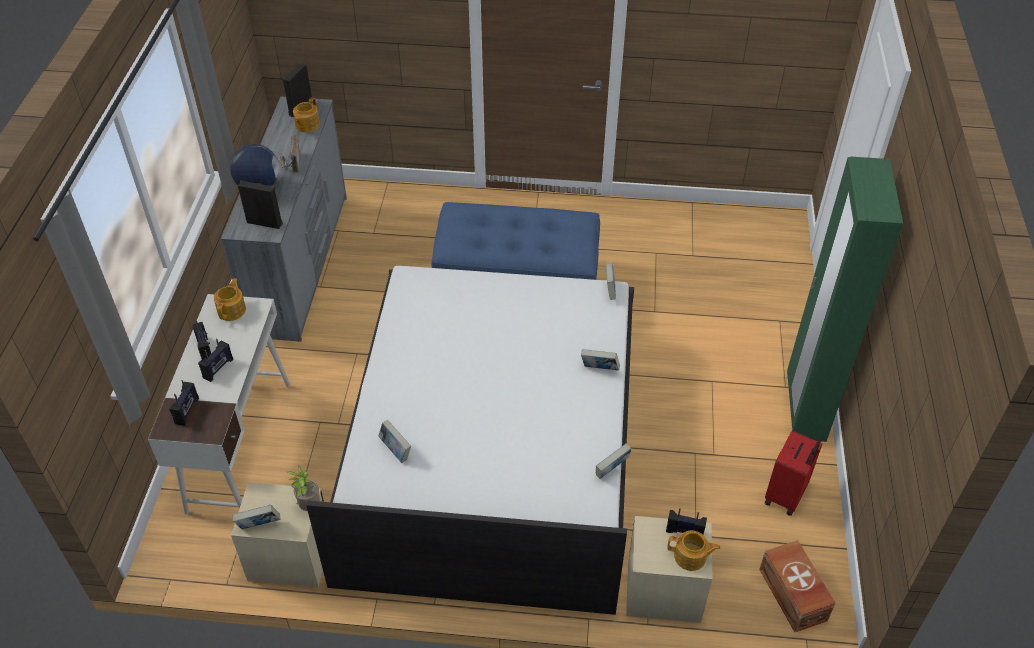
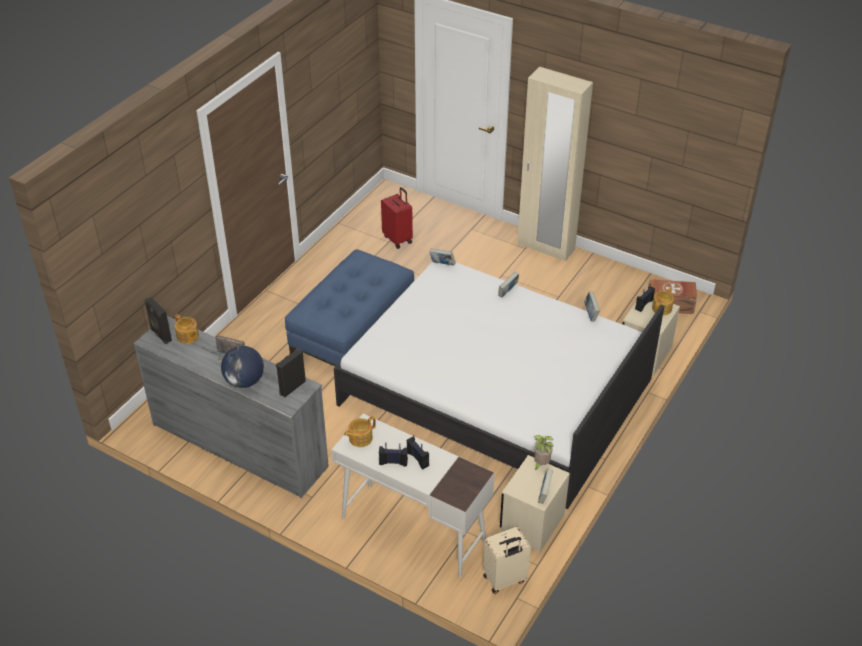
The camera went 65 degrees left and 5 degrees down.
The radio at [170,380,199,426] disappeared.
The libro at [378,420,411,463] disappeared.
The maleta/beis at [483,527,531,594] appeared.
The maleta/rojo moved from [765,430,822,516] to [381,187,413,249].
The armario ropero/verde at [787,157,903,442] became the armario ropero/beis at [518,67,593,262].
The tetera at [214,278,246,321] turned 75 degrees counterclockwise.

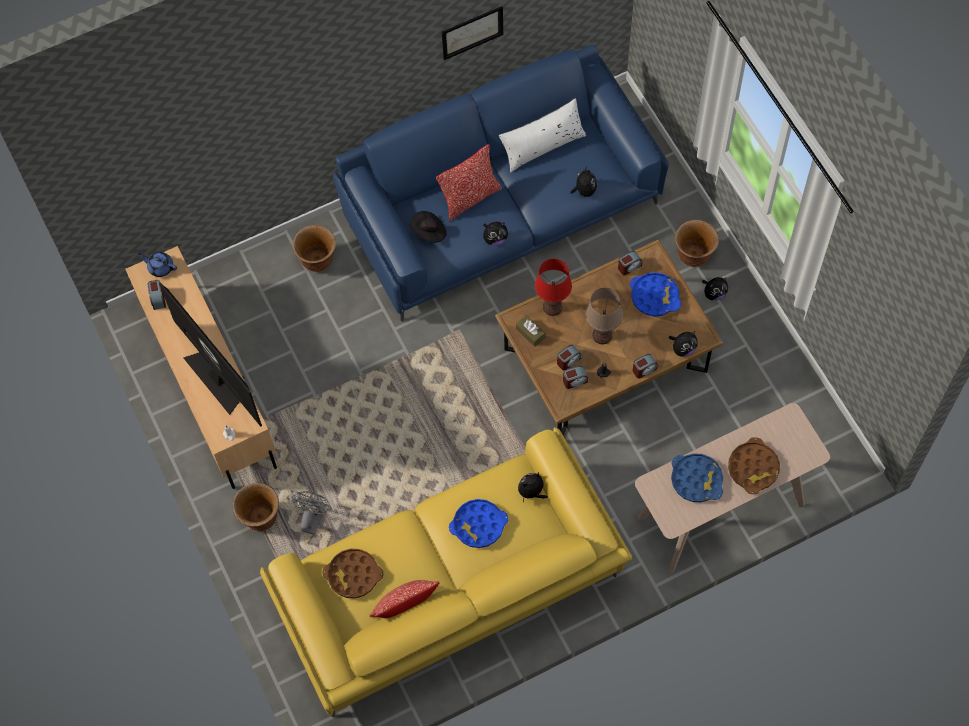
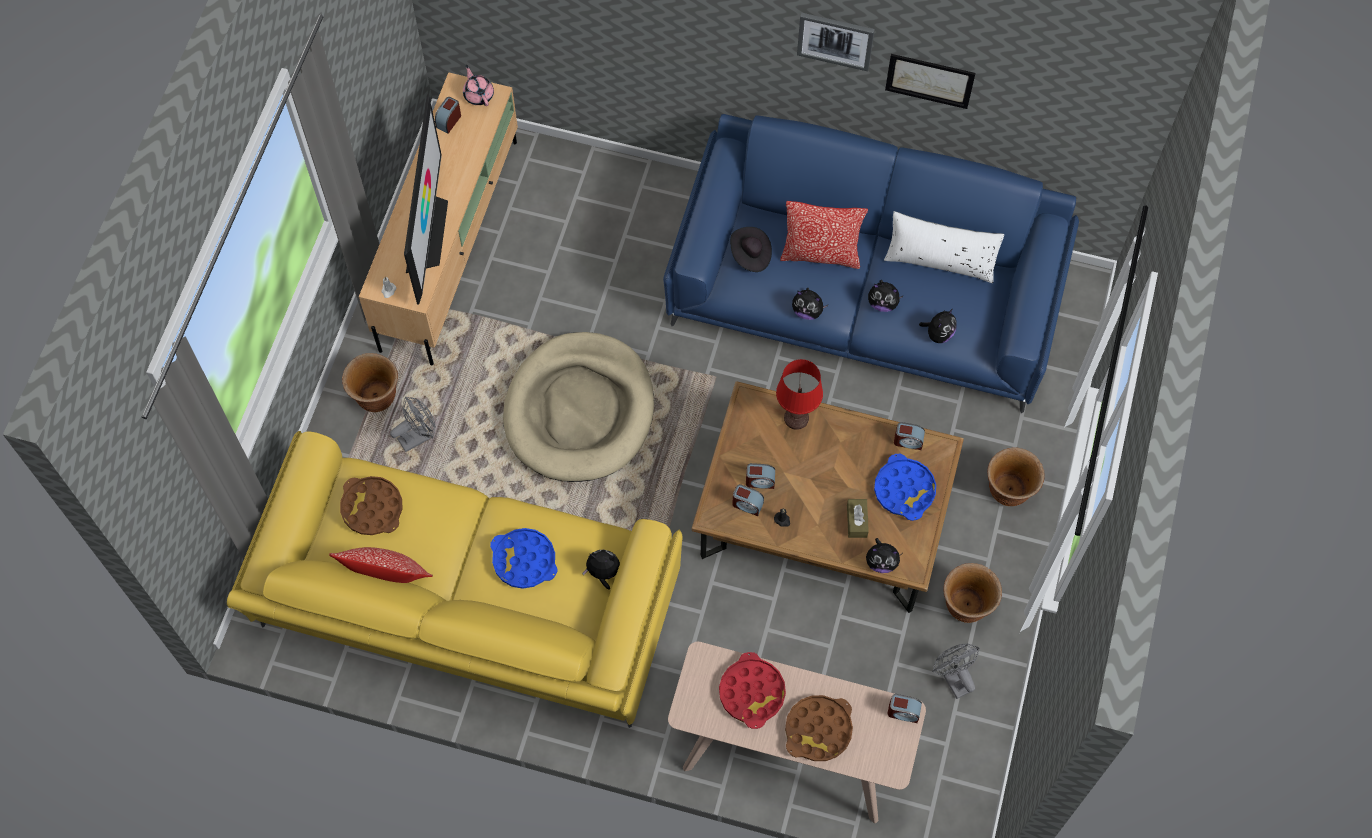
The camera went 40 degrees right and 0 degrees up.
The lámpara de mesa/marrón at [586,288,623,344] disappeared.
The cama para perro/beis at [503,332,654,482] appeared.
The cuadro at [797,13,875,71] appeared.
The ventilador/gris at [932,643,980,699] appeared.
The maceta/marrón moved from [293,225,336,272] to [943,563,1002,623].
The caja de pañuelos/marrón moved from [516,315,545,347] to [847,499,869,538].
The despertador moved from [633,354,658,378] to [888,694,922,723].
The peluche moved from [702,277,728,301] to [868,280,904,312].
The tetera/azul at [138,252,177,277] became the tetera/rosa at [463,65,494,106].
The bandeja/azul at [671,453,723,502] became the bandeja/rojo at [719,652,786,729].

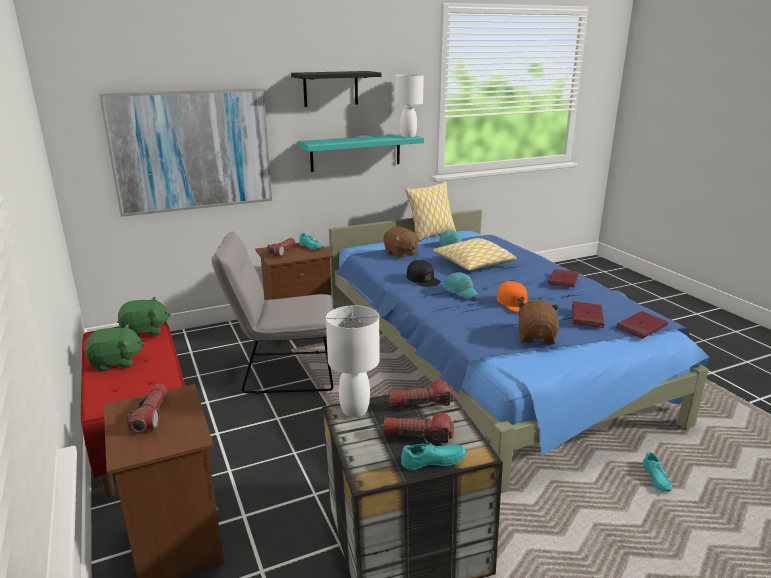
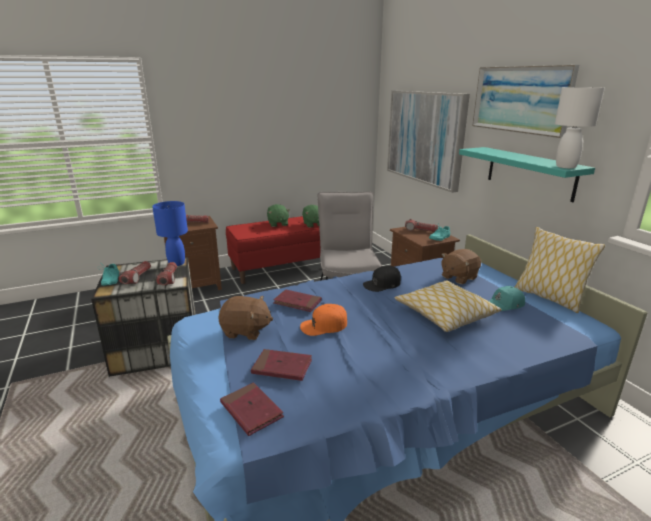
The camera went 90 degrees right and 0 degrees up.
The gorra/turquesa at [443,272,480,299] disappeared.
The zapato/turquesa at [643,452,672,492] disappeared.
The libro/rojo moved from [548,269,579,287] to [273,290,322,312].
The estante/negro at [291,71,382,107] was replaced by the cuadro at [472,65,579,138].
The lámpara de mesa/blanco at [326,306,379,417] became the lámpara de mesa/azul at [152,201,188,266].

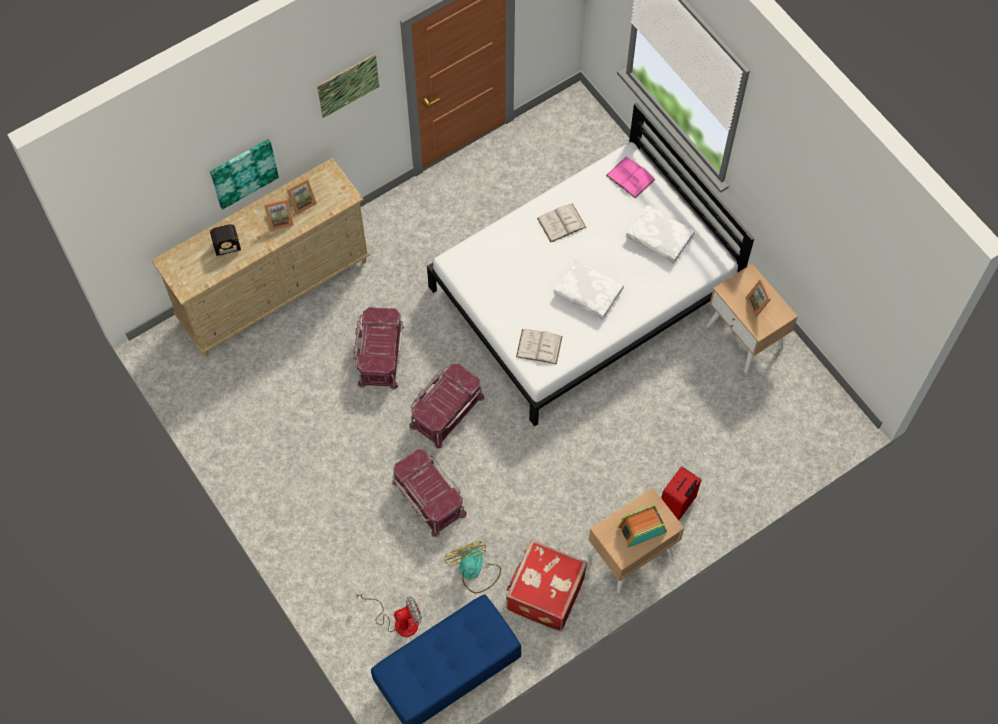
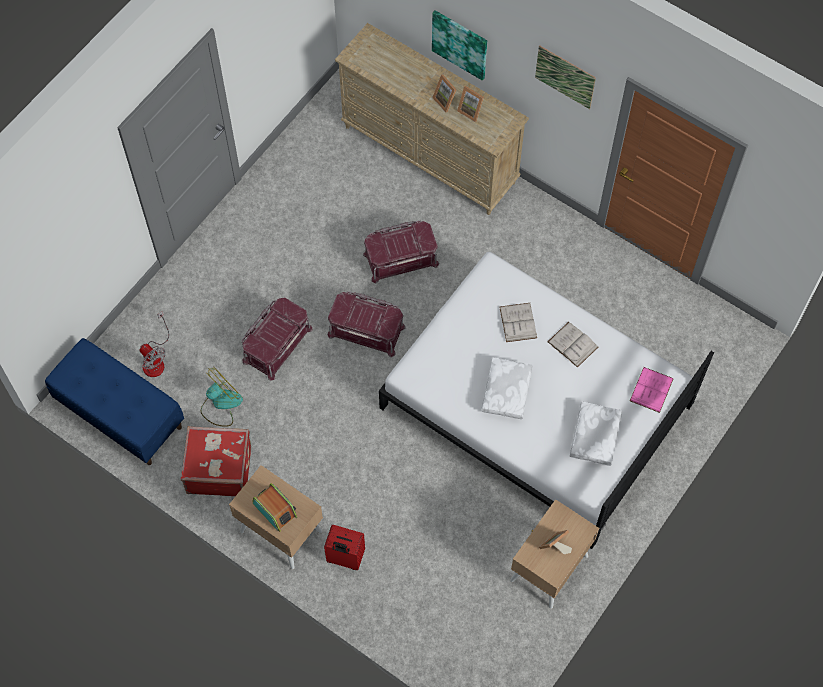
The camera went 70 degrees right and 0 degrees up.
The radio at [198,224,241,260] disappeared.
The libro/blanco moved from [516,329,562,365] to [500,303,537,342].

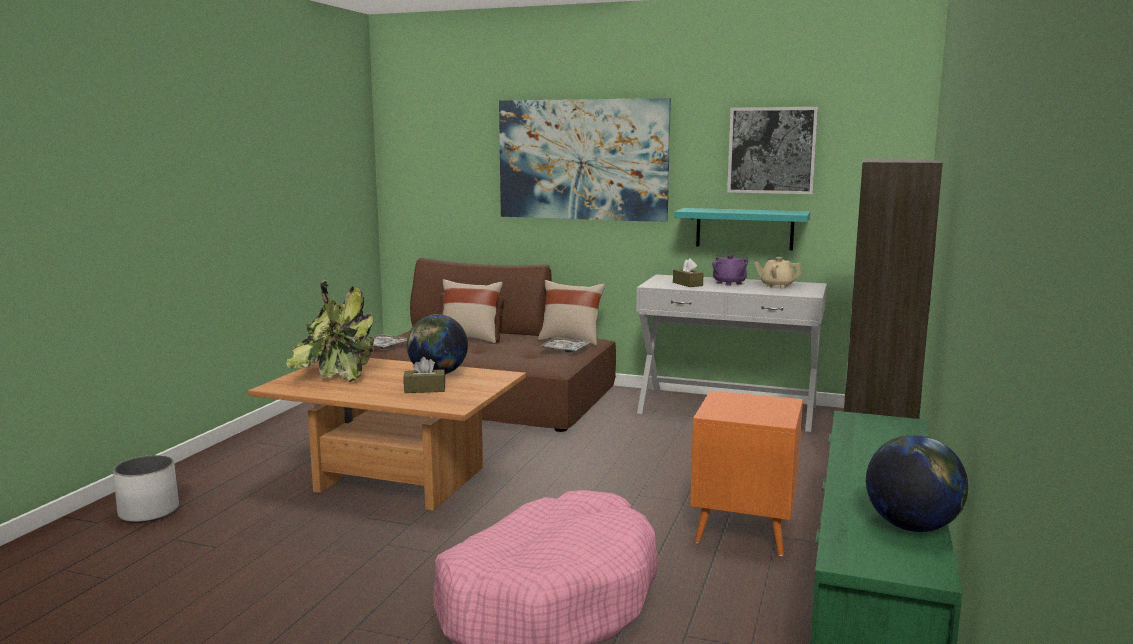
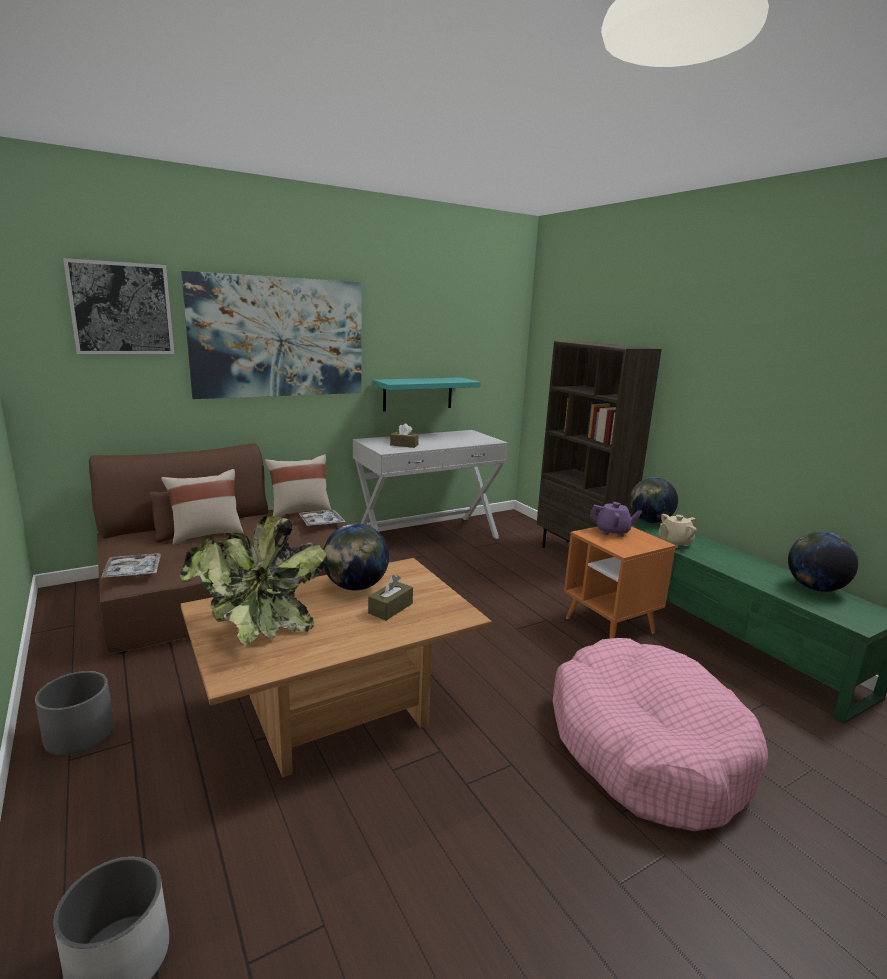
The camera went 50 degrees left and 5 degrees up.
The maceta/gris at [35,671,114,756] appeared.
The globo terráqueo at [630,477,678,523] appeared.
The tetera/morado moved from [712,254,748,286] to [590,502,642,537].
The cuadro moved from [727,107,818,194] to [63,258,174,354].
The tetera/beis moved from [754,257,802,289] to [658,514,697,548].

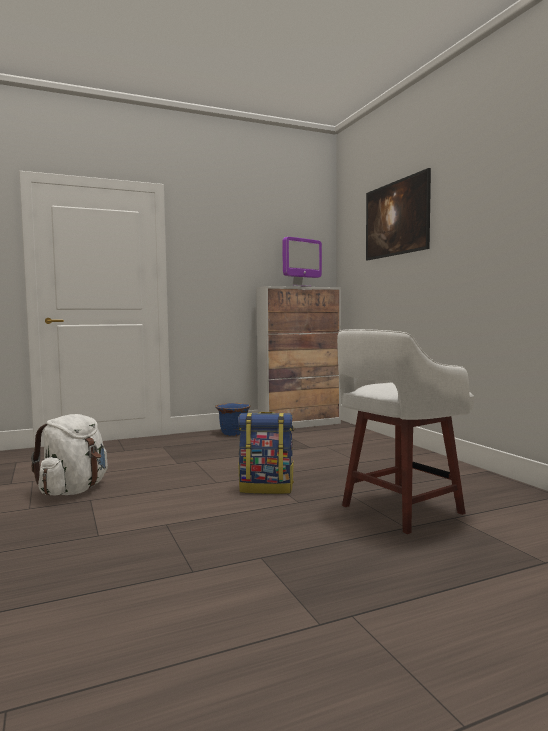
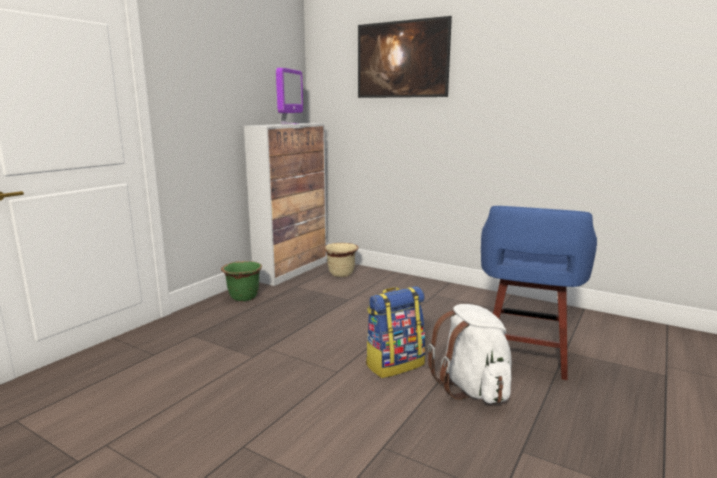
The camera went 35 degrees left and 10 degrees up.
The maceta/beis at [324,243,359,277] appeared.
The mochila/blanco moved from [31,414,108,495] to [428,304,512,404].
The maceta/azul at [215,403,250,436] became the maceta/verde at [221,261,262,301].
The taburete/blanco at [337,329,474,534] became the taburete/azul at [481,206,597,380].

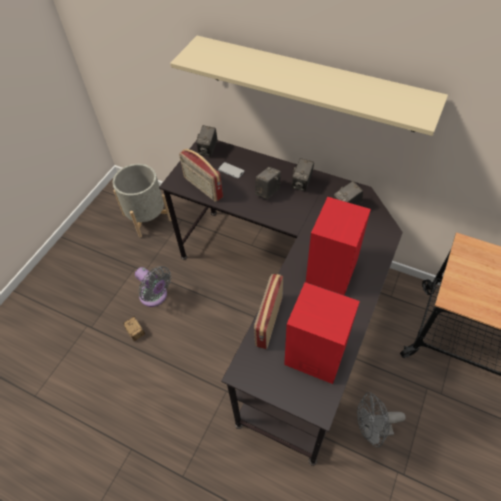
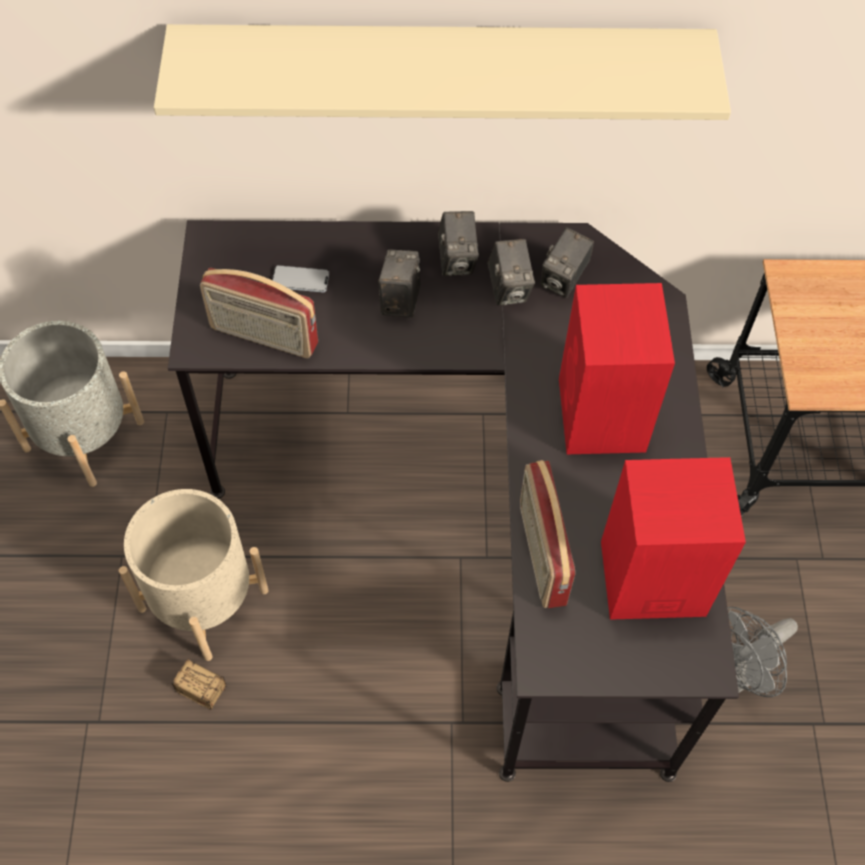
The camera went 30 degrees left and 5 degrees up.
The cámara moved from [196,125,217,157] to [487,239,535,306].
The ventilador/gris at [135,266,172,307] was replaced by the maceta/beis at [119,489,269,661].

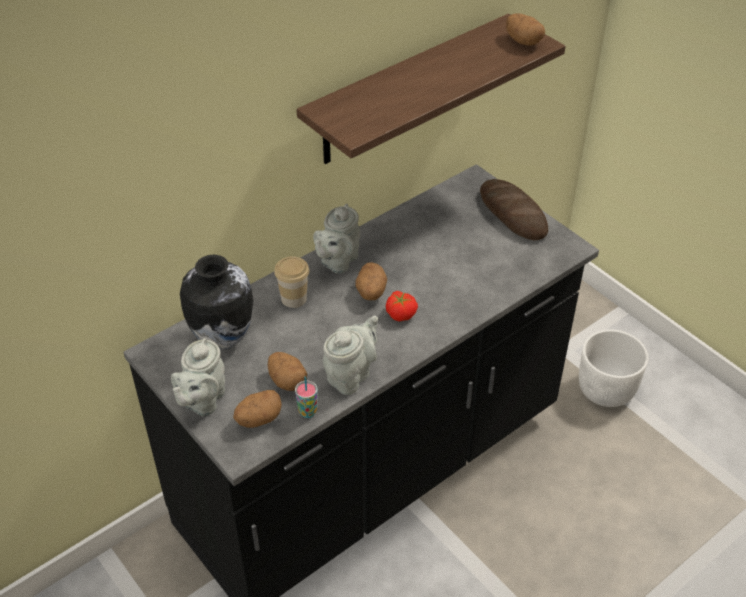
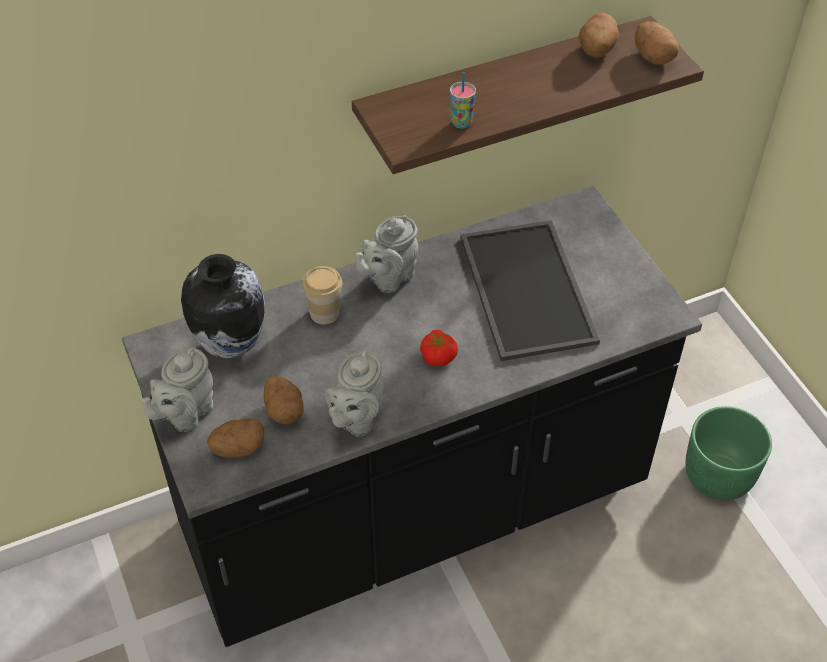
The camera went 15 degrees right and 5 degrees up.
The pan at [480,179,548,241] disappeared.
The bandeja at [460,220,600,361] appeared.
The taza moved from [295,376,318,418] to [450,72,476,129].
The patata moved from [355,262,387,300] to [579,13,619,57].
The maceta/blanco at [579,329,648,407] became the maceta/verde at [685,406,772,501].
The tetera/gris at [323,316,378,395] turned 150 degrees clockwise.

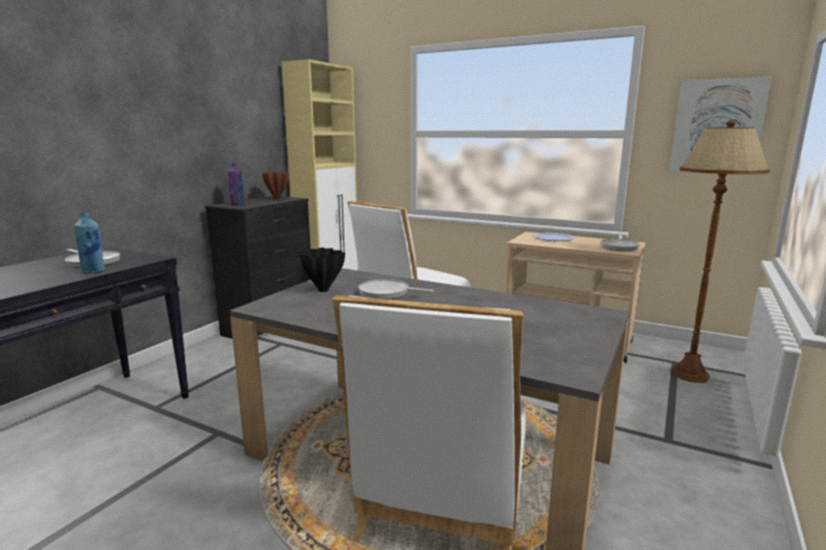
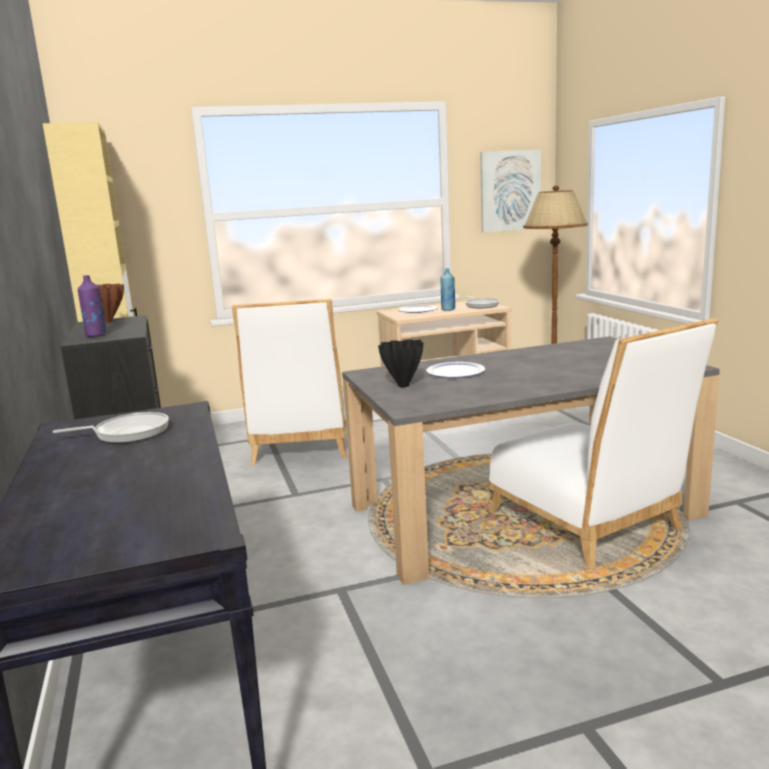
The camera went 45 degrees left and 0 degrees up.
The botella/azul moved from [74,212,105,273] to [440,268,455,311].
The sartén at [359,279,433,299] was replaced by the plato at [426,362,485,378].

